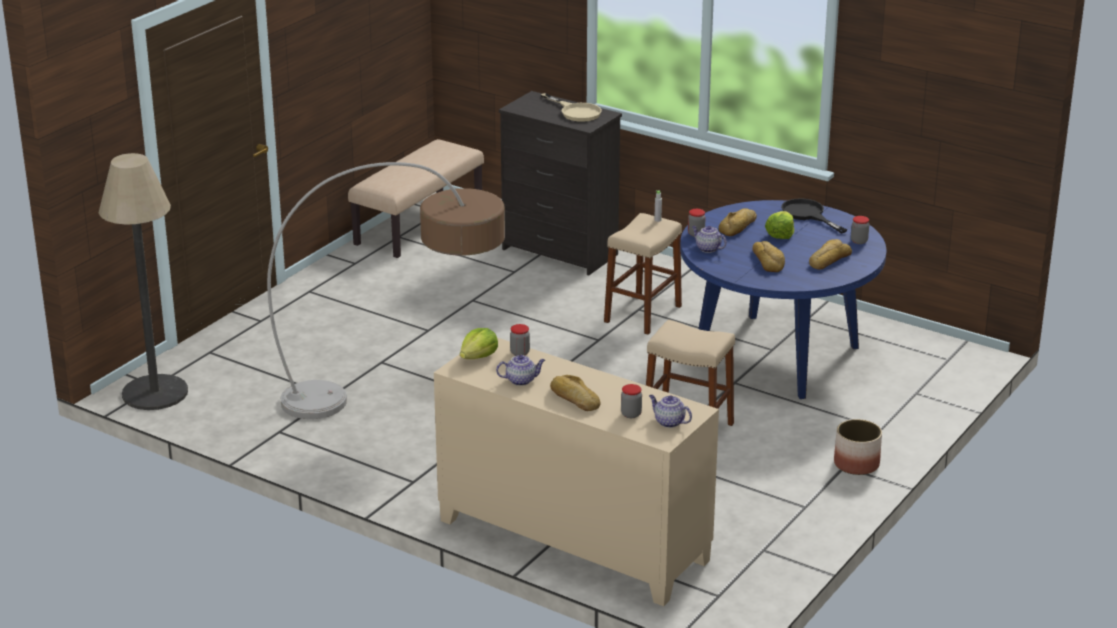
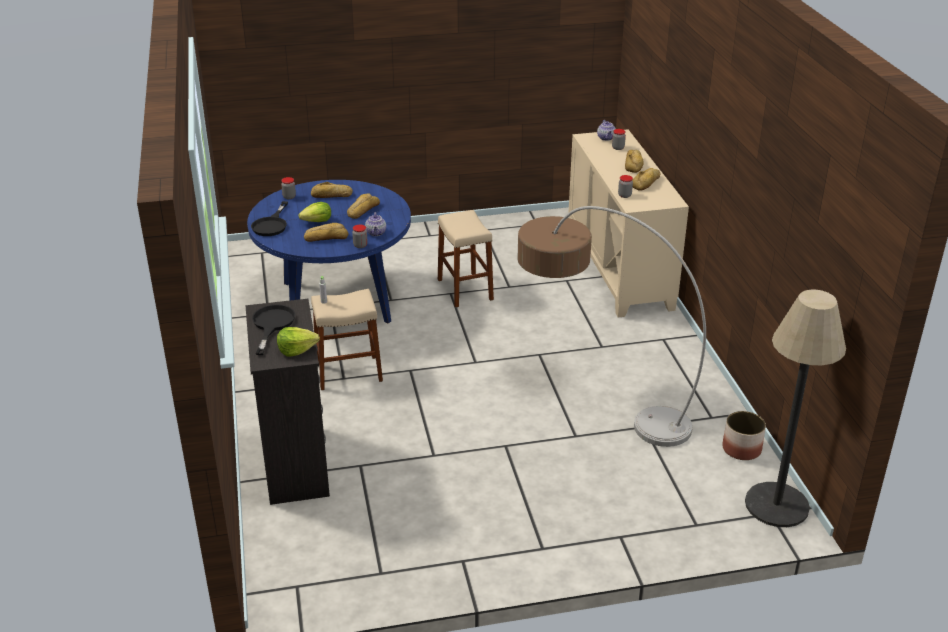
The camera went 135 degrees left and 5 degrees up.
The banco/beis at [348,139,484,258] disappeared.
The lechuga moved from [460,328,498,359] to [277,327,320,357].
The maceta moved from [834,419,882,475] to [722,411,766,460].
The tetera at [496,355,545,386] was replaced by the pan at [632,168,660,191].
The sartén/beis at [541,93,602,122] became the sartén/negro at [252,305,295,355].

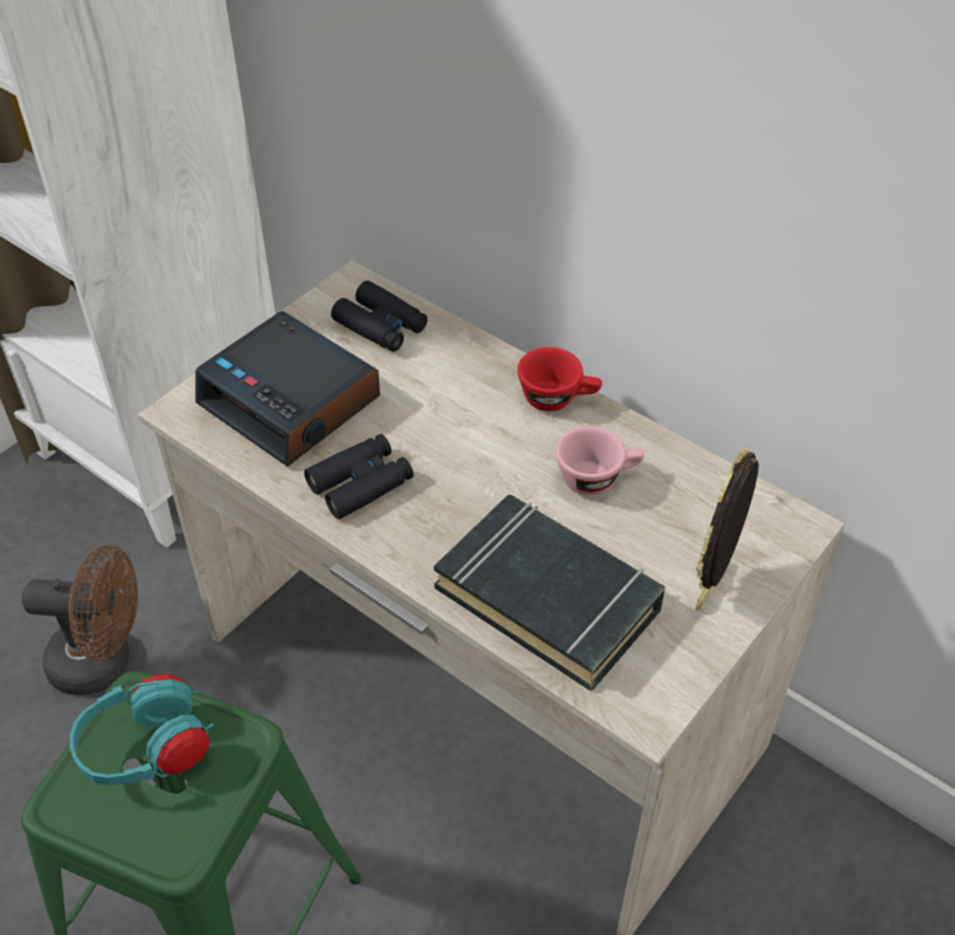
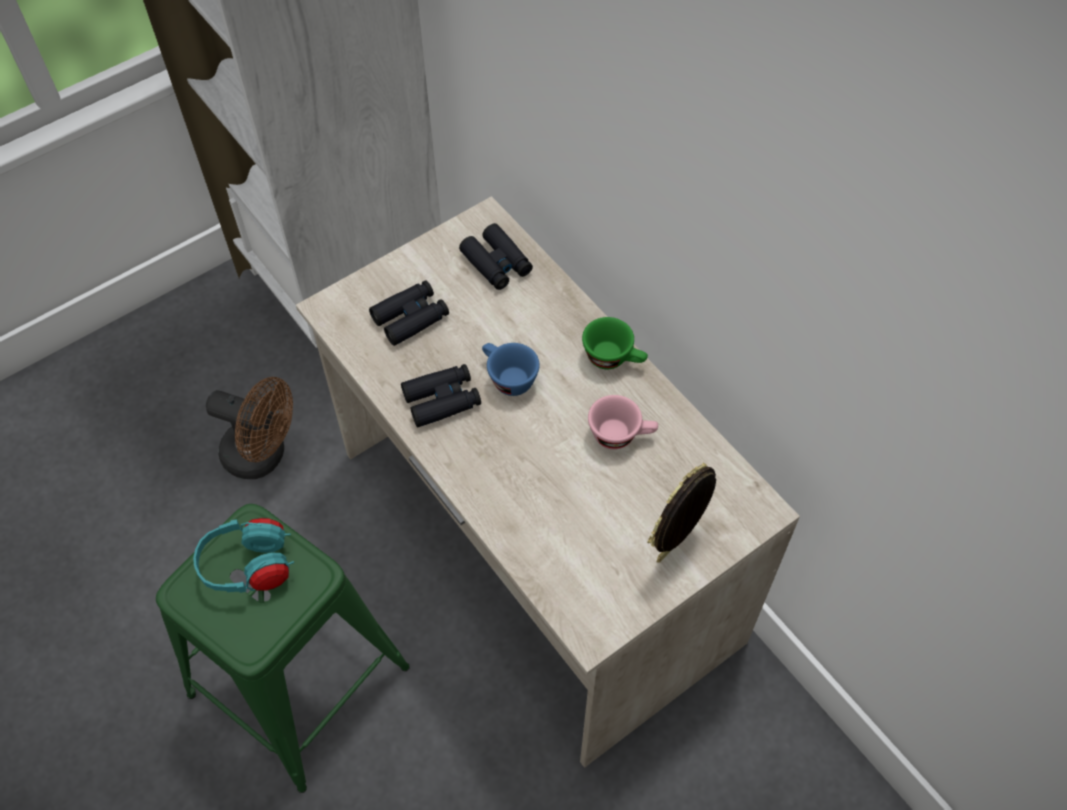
The camera went 15 degrees right and 10 degrees up.
The libro/negro at [434,495,665,692] disappeared.
The taza/azul at [482,343,540,396] appeared.
The despertador at [195,311,380,467] was replaced by the prismáticos/negro at [369,280,449,346].
The taza/rojo at [517,347,602,411] became the taza/verde at [582,317,648,369].

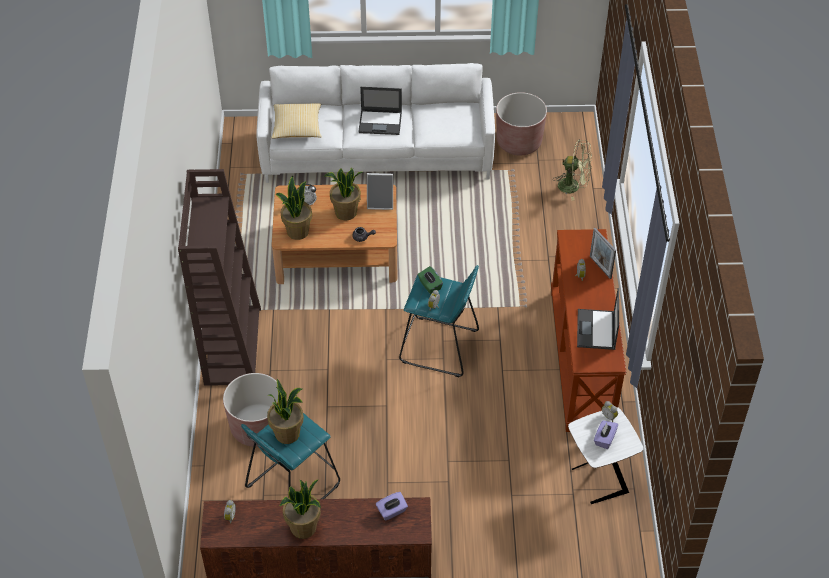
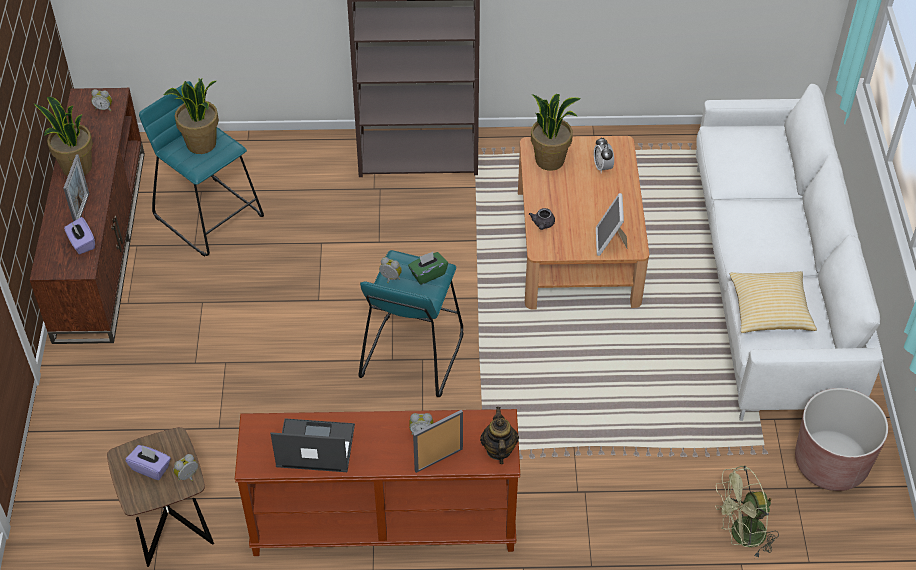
The camera went 90 degrees right and 0 degrees up.
The maceta/marrón at [223,373,278,447] disappeared.
The planta en maceta at [324,168,362,220] disappeared.
The portátil at [358,87,402,135] disappeared.
The portarretratos at [63,154,89,222] appeared.
The tetera at [480,407,519,464] appeared.
The cojín moved from [271,103,322,139] to [730,271,817,333].
The mesa auxiliar/blanco at [568,407,644,504] became the mesa auxiliar/marrón at [107,427,214,567].
The ventilador/verde at [553,139,592,200] turned 60 degrees clockwise.

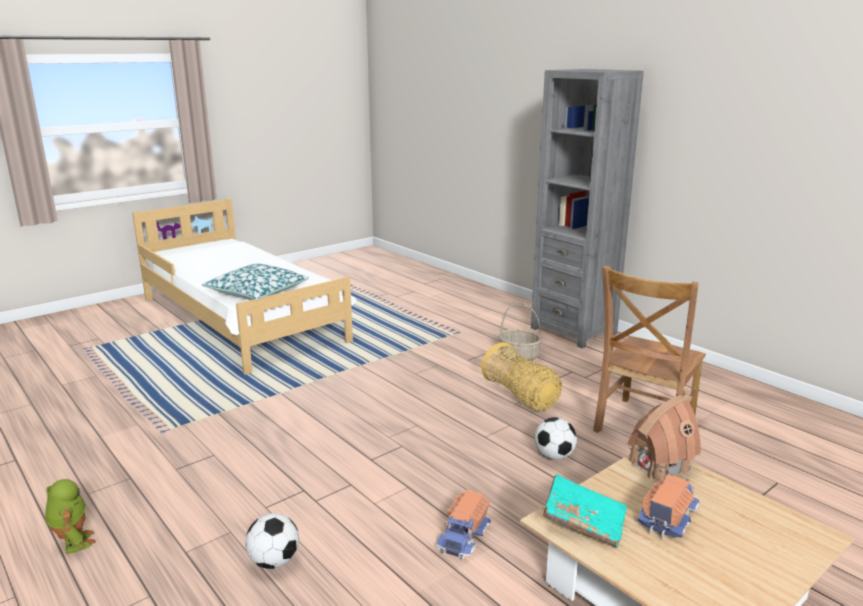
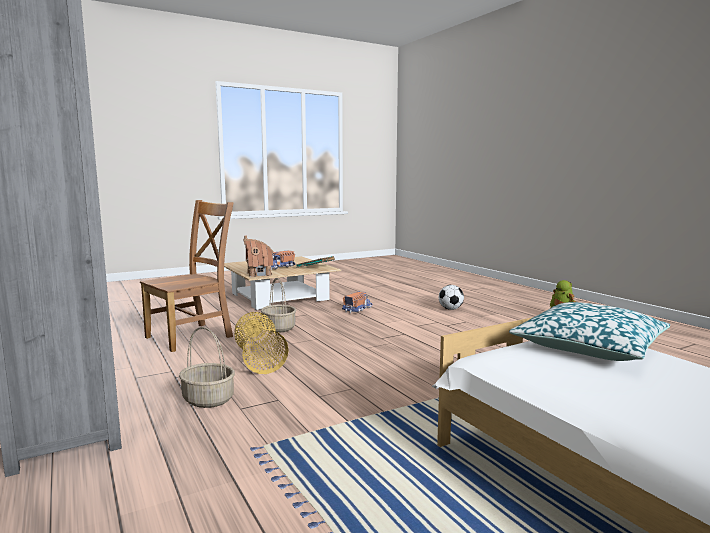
The camera went 170 degrees left and 10 degrees down.
The balón de fútbol at [535,417,577,460] was replaced by the cesta at [261,278,296,332].

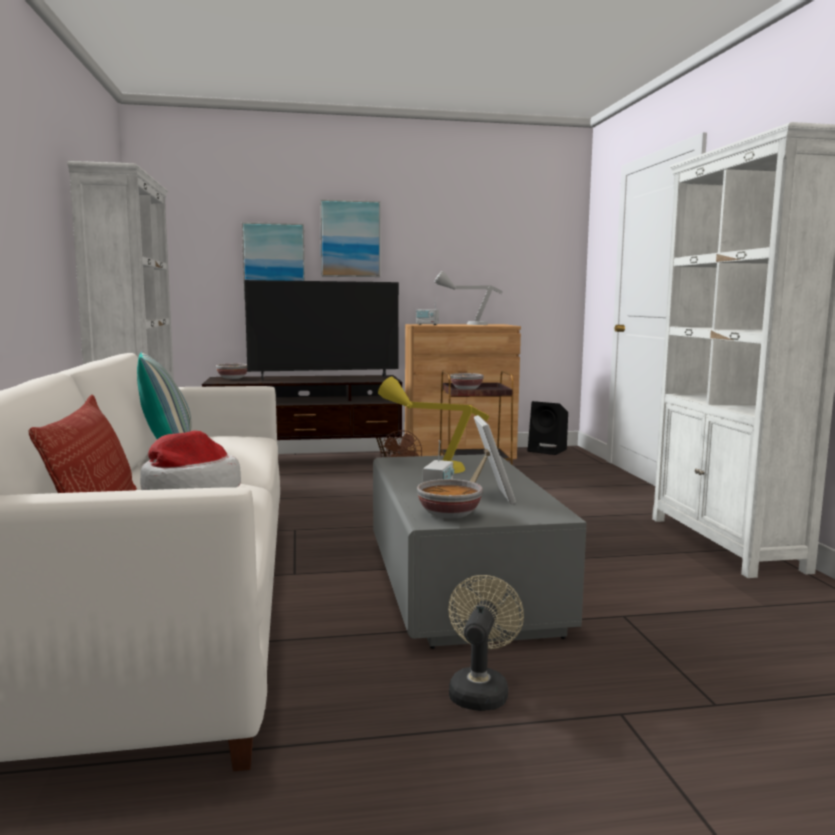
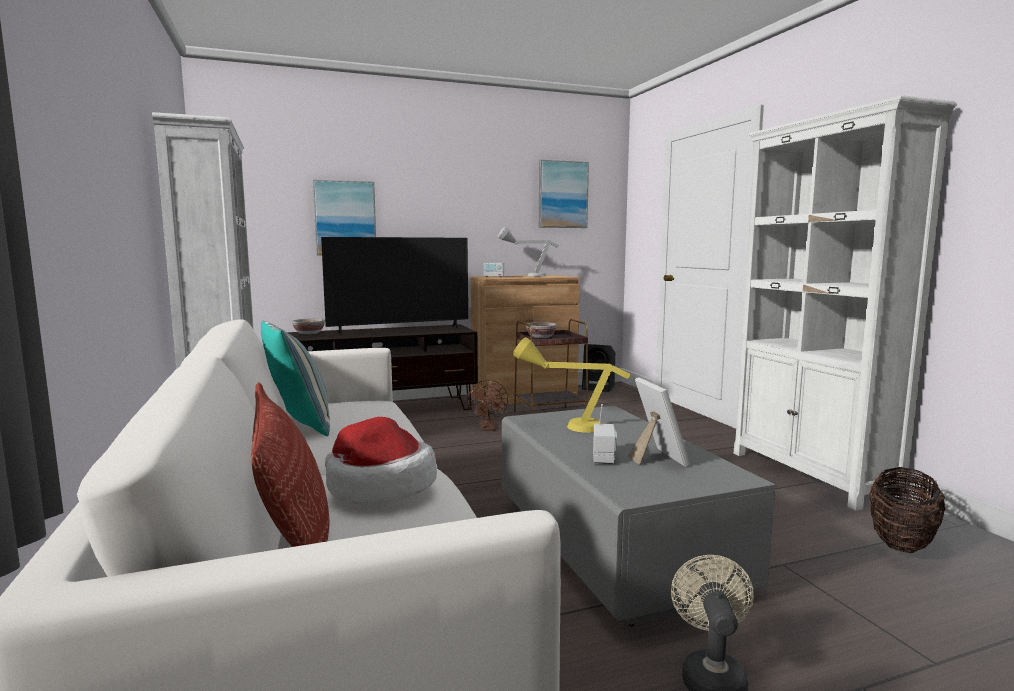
The camera went 10 degrees left and 0 degrees up.
The cuenco at [417,479,483,519] disappeared.
The cesta at [869,467,946,553] appeared.
The cuadro moved from [320,199,381,277] to [539,160,589,228].

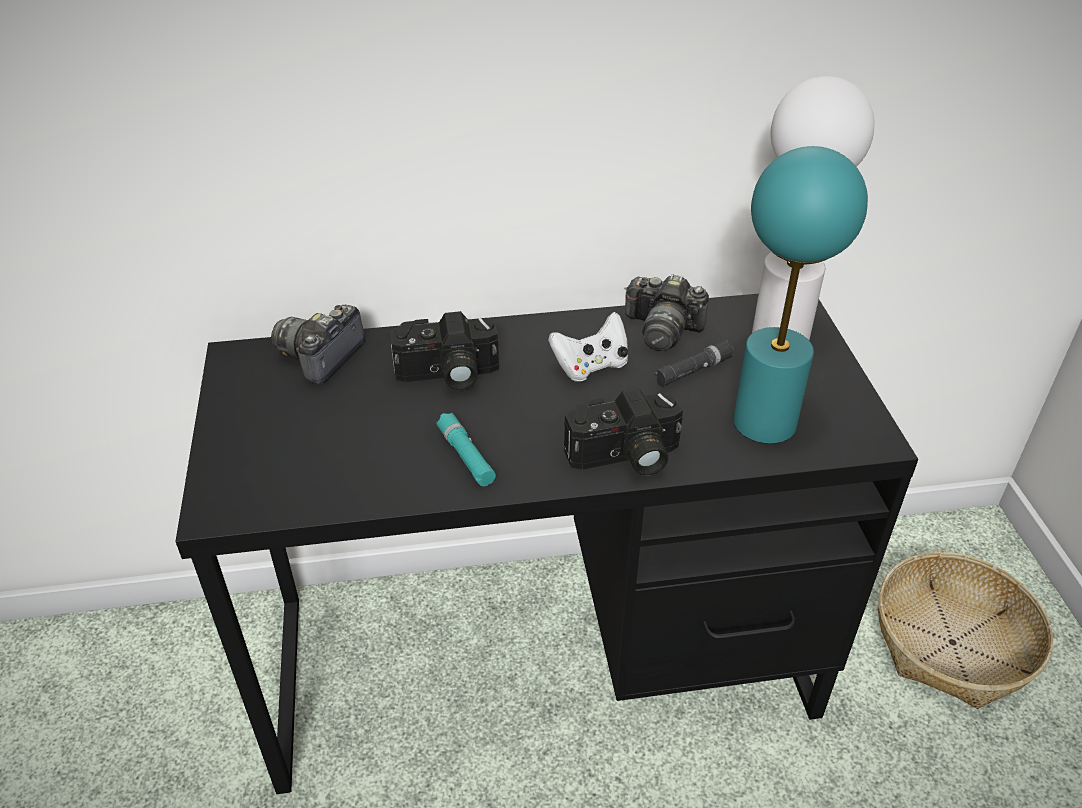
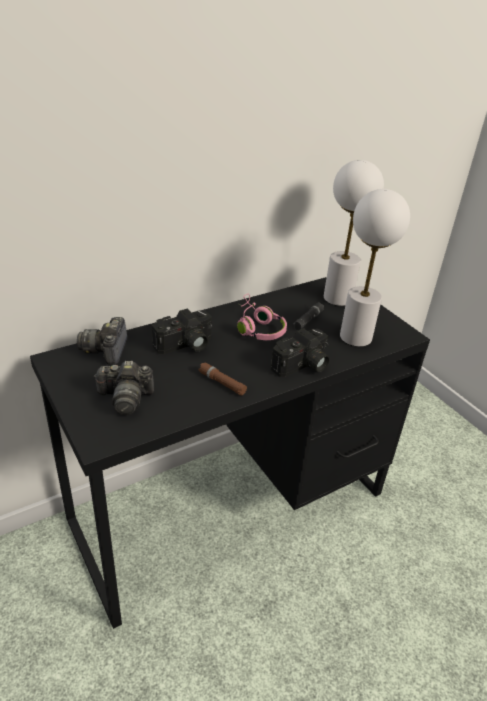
The camera went 25 degrees left and 5 degrees down.
The cesta at [878,552,1053,709] disappeared.
The cámara moved from [624,274,709,351] to [94,361,154,415].
The mando de consola/blanco at [548,312,628,382] was replaced by the auriculares/rosa at [237,294,287,340].
The linterna/turquesa at [436,413,496,486] became the linterna/marrón at [198,362,247,396].
The lámpara de mesa/turquesa at [733,146,868,444] became the lámpara de mesa/blanco at [340,189,410,347].

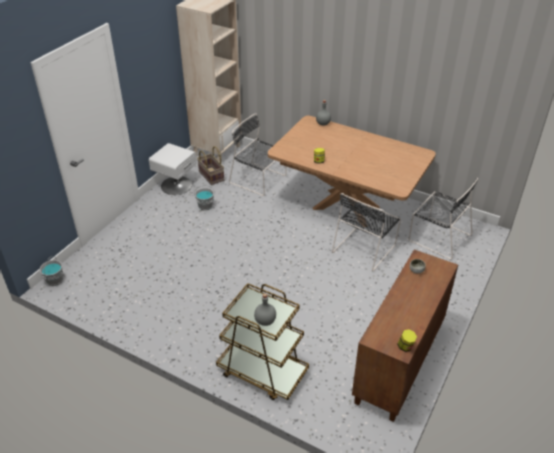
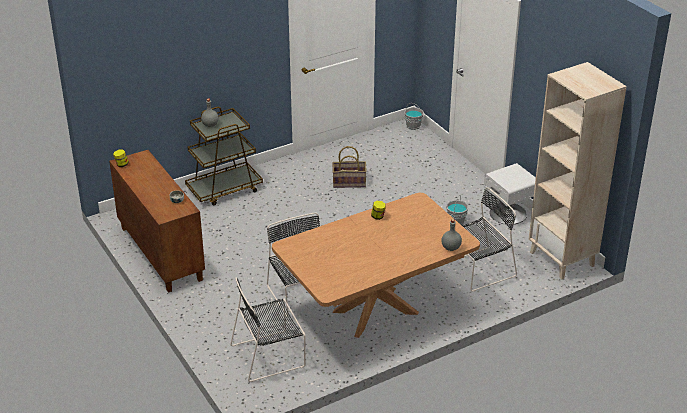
The camera went 120 degrees right and 5 degrees down.
The cesta moved from [197,146,224,185] to [332,146,367,188].

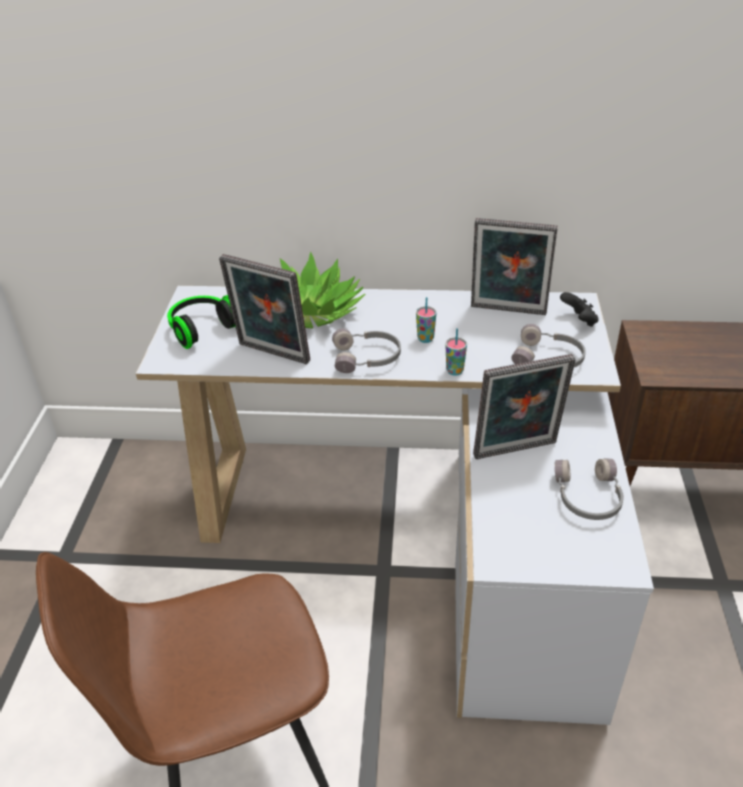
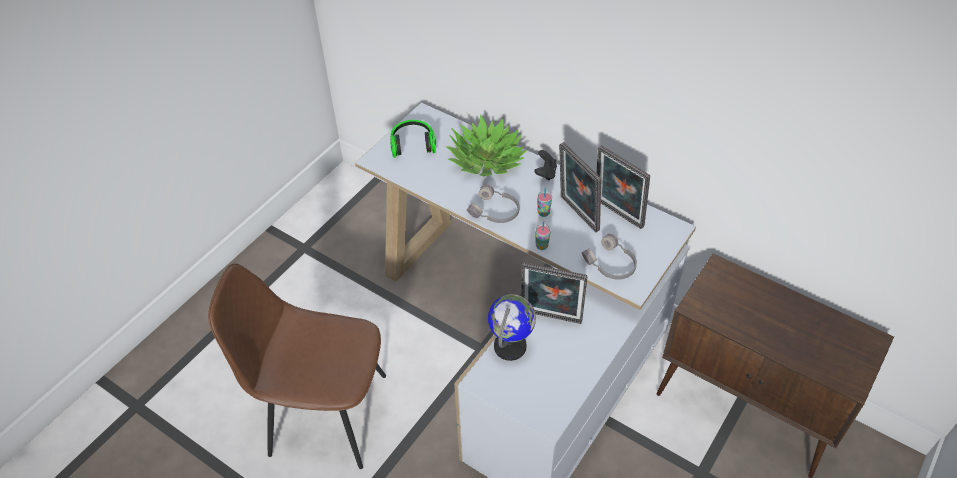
The camera went 30 degrees right and 10 degrees up.
The auriculares/gris at [555,459,624,520] disappeared.
The globo terráqueo at [488,294,536,361] appeared.
The portarretratos moved from [219,254,310,364] to [559,142,601,232].
The mando de consola/negro moved from [560,292,599,327] to [534,150,557,180].

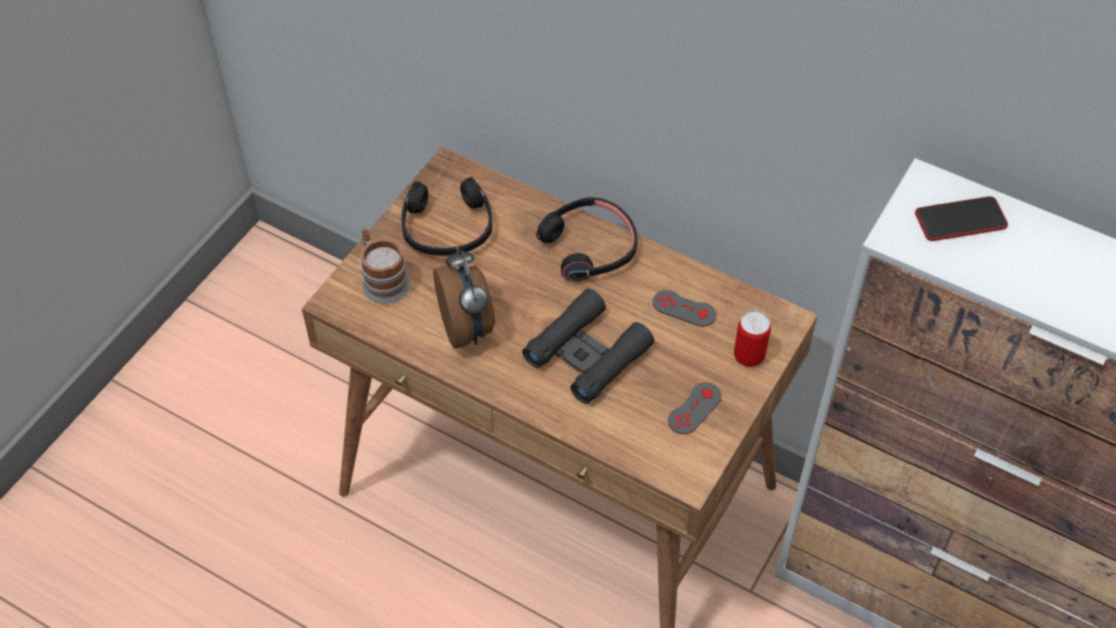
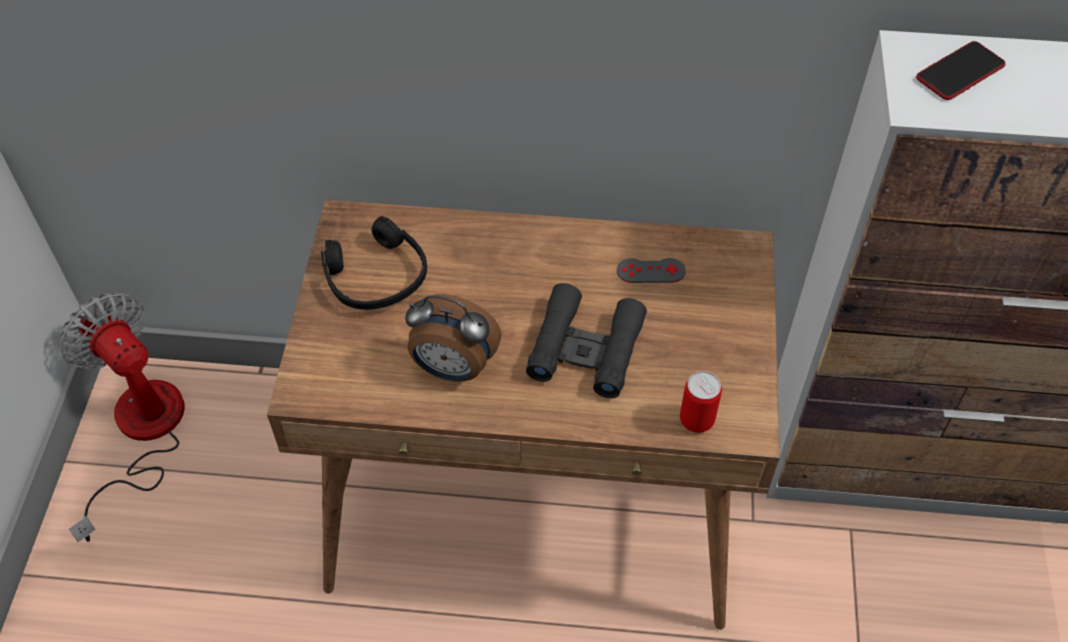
The camera went 25 degrees left and 0 degrees up.
The taza grande at [360,227,410,304] disappeared.
The auriculares/negro at [536,197,637,281] disappeared.
The mando de consola/gris at [668,382,722,434] disappeared.
The ventilador at [60,293,185,543] appeared.
The lata moved from [734,310,771,367] to [680,371,722,433].
The despertador at [433,247,495,349] turned 150 degrees clockwise.

